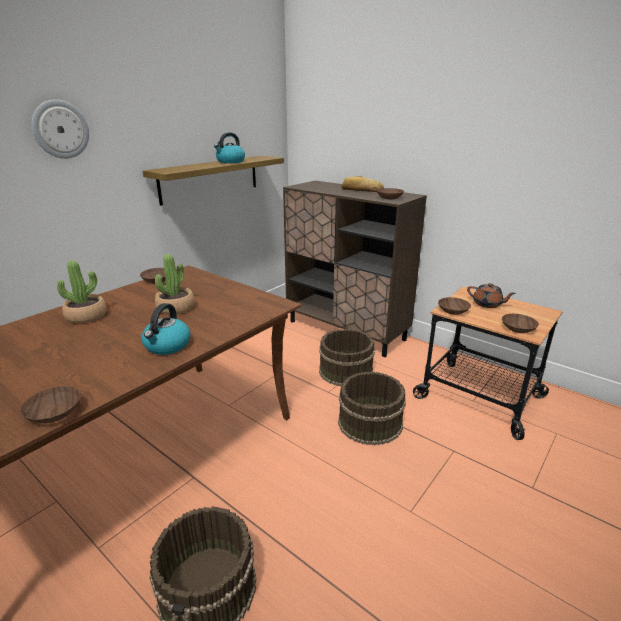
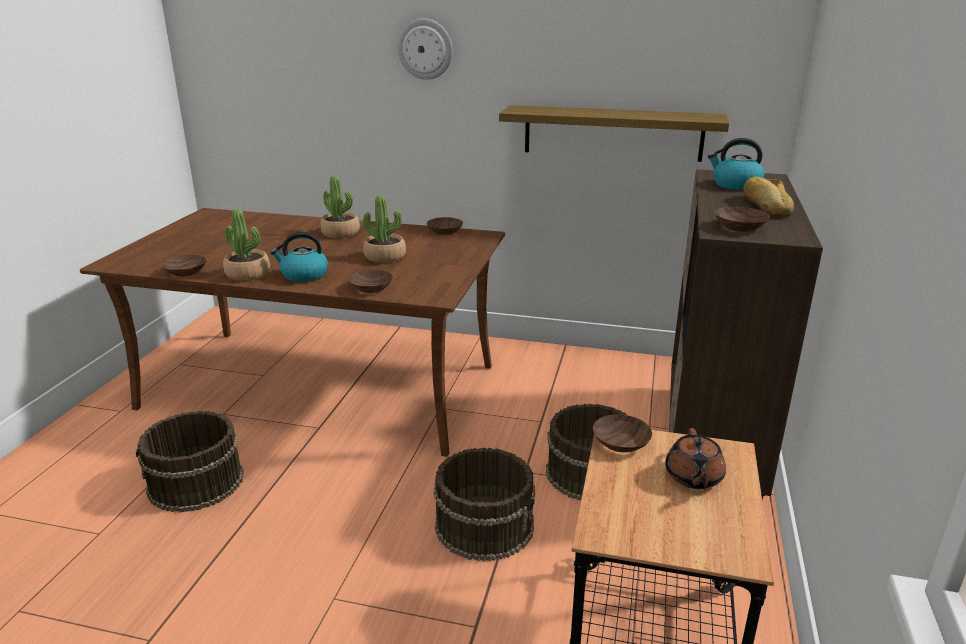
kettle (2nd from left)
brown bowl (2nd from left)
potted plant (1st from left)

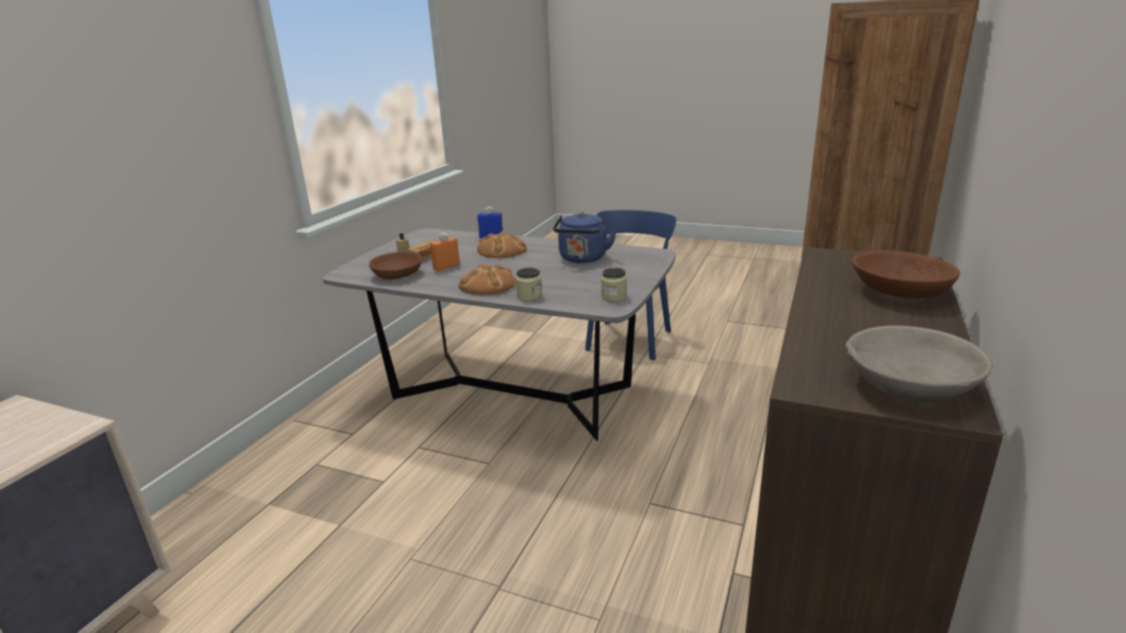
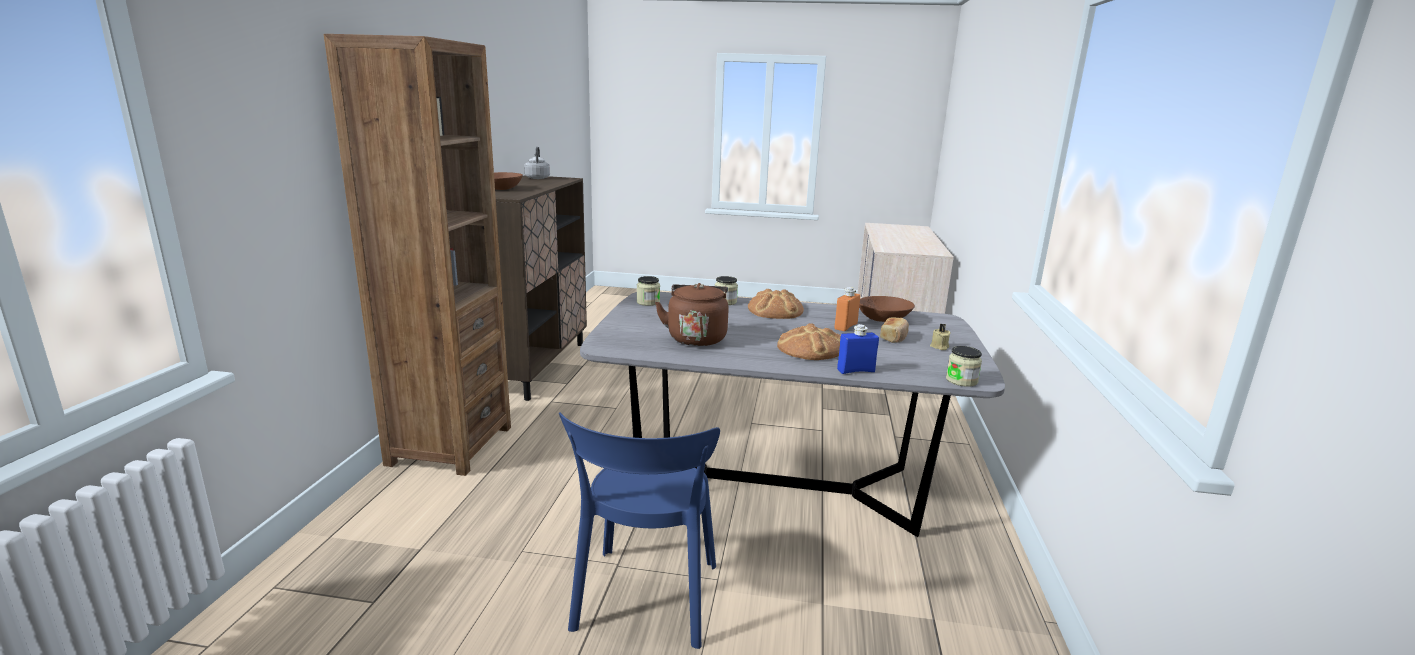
brown kettle
grey kettle
jar (3rd from left)

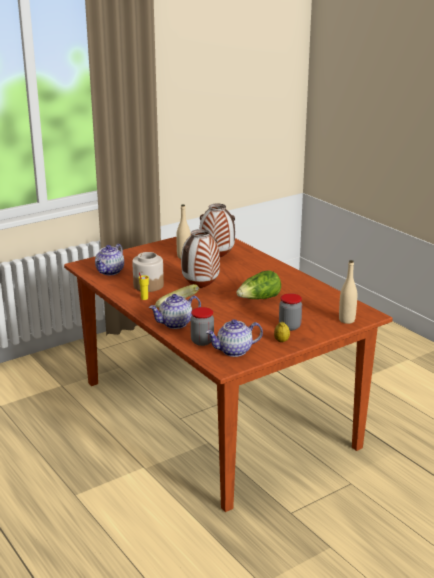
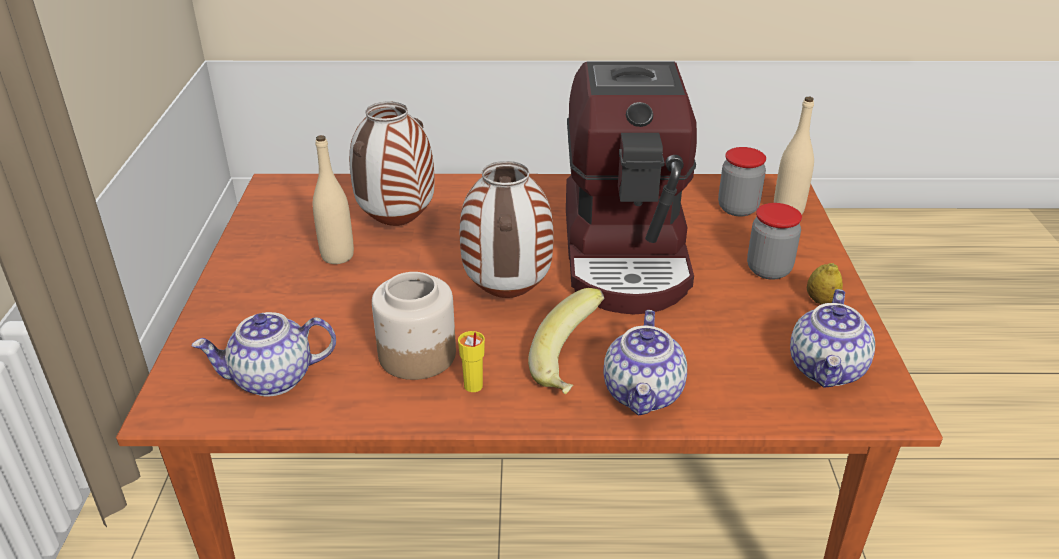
teapot (1st from left)
jar (2nd from left)
coffee machine

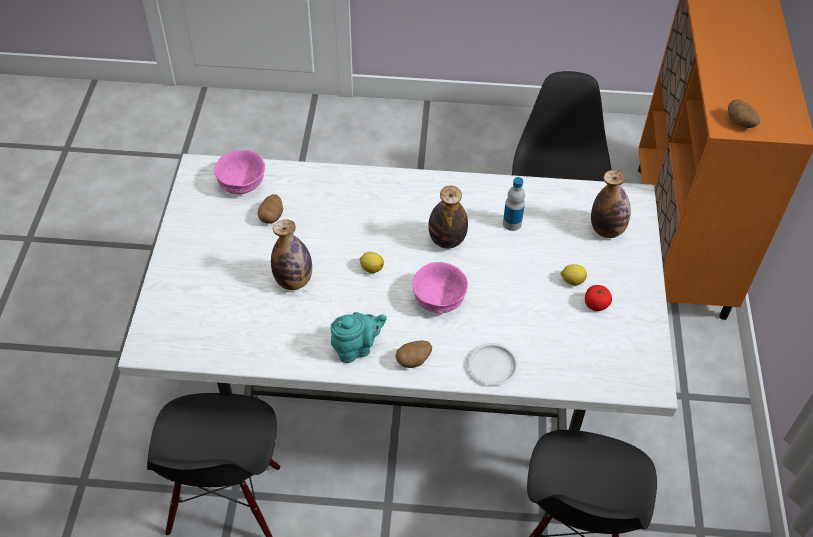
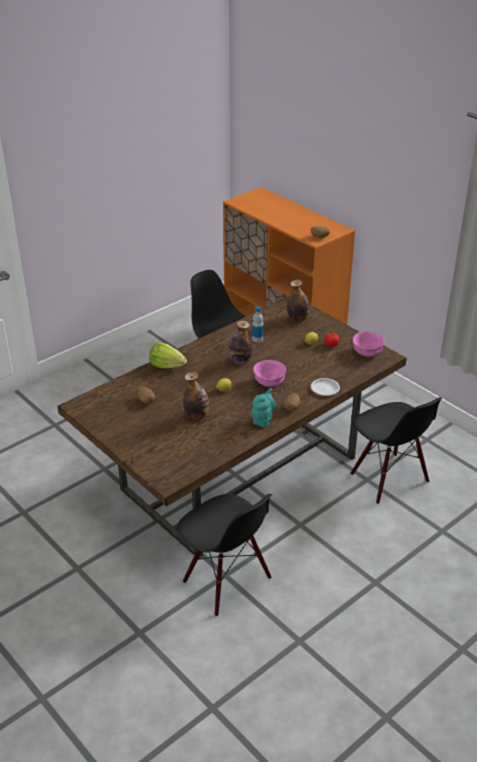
brown dining table
pink bowl (2nd from left)
lettuce

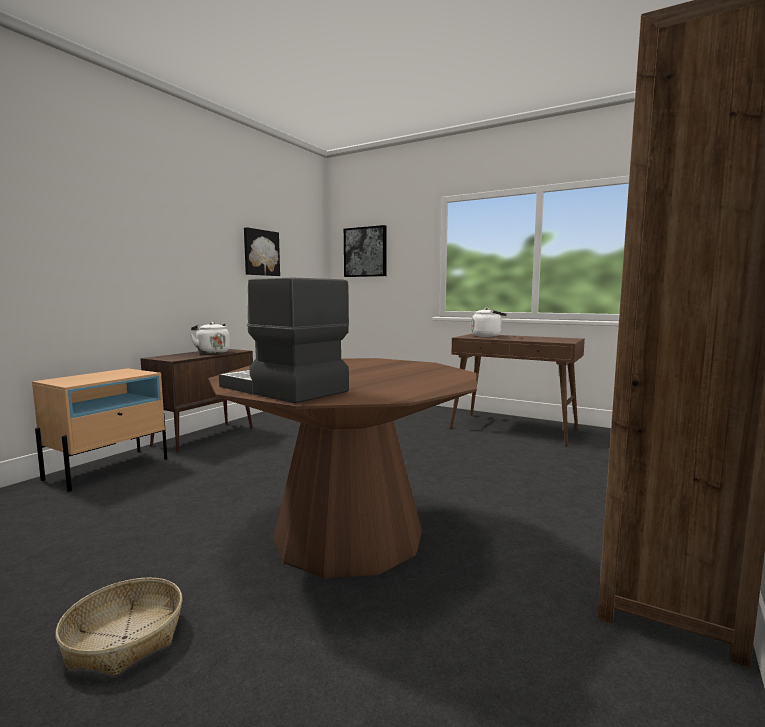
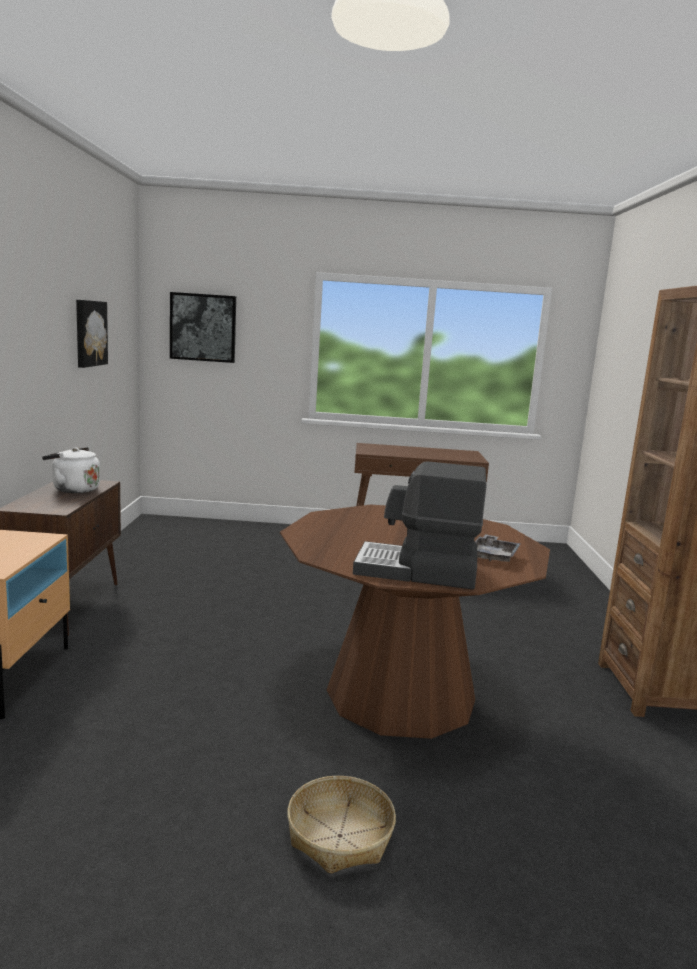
white kettle (2nd from left in the first image)
grey tray

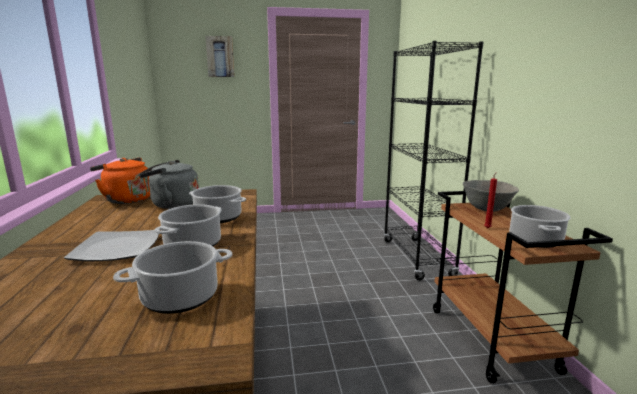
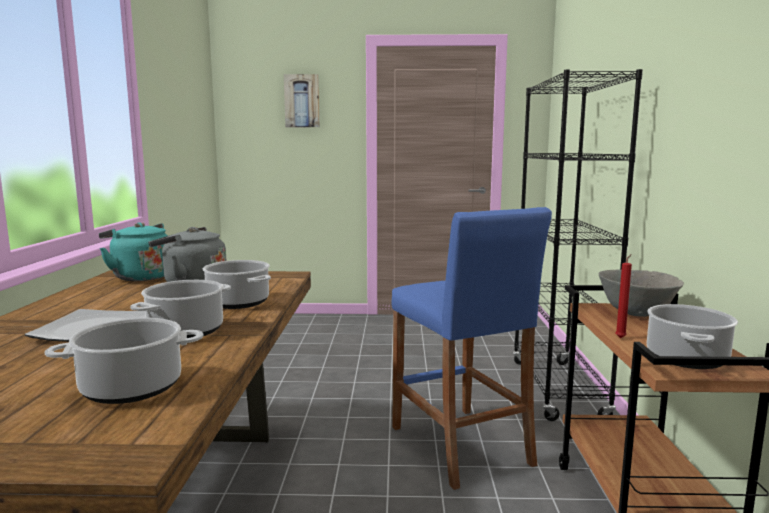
turquoise kettle
blue stool

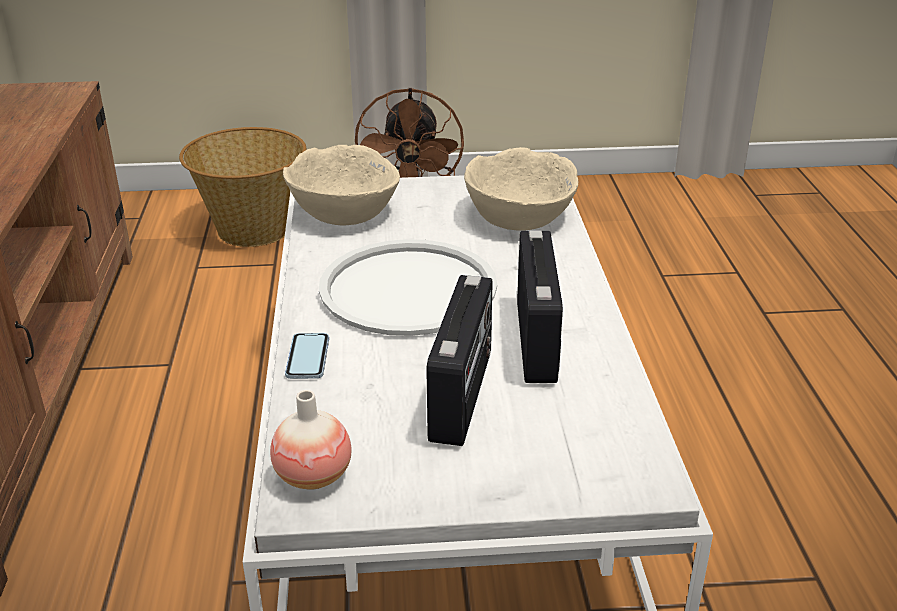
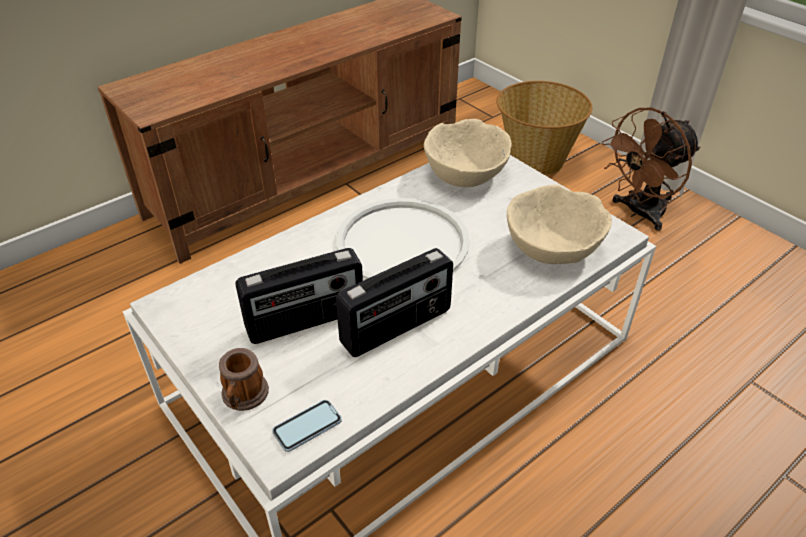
vase
phone
mug

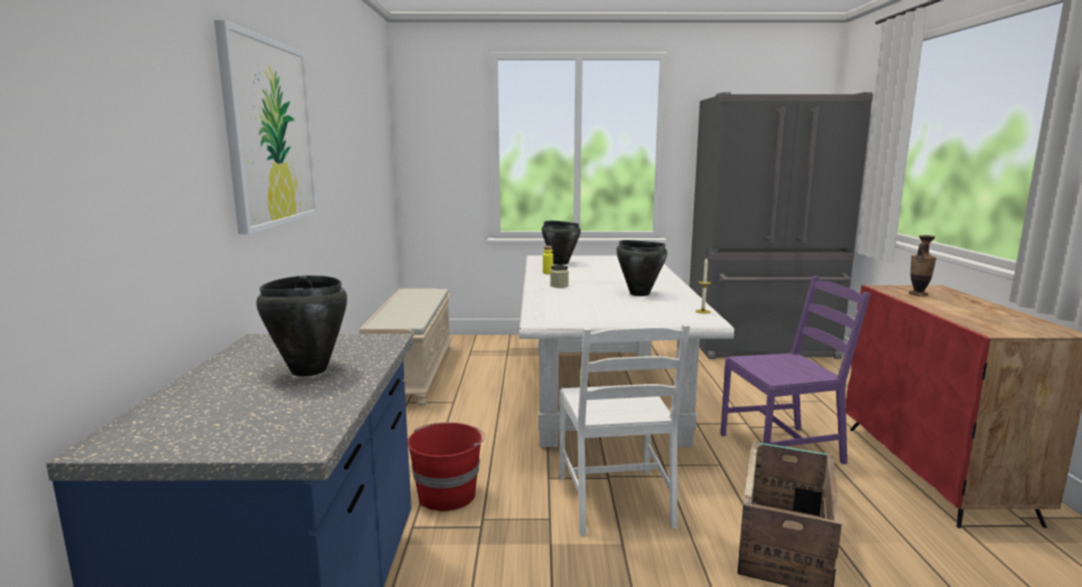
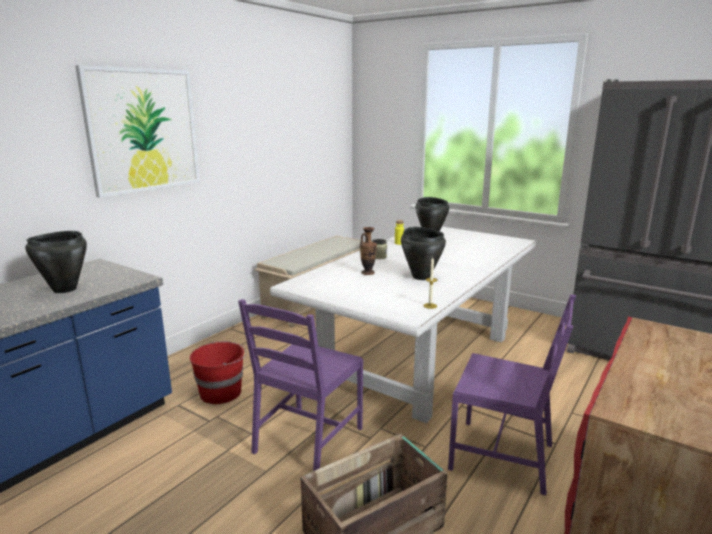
purple chair (1st from left)
vase

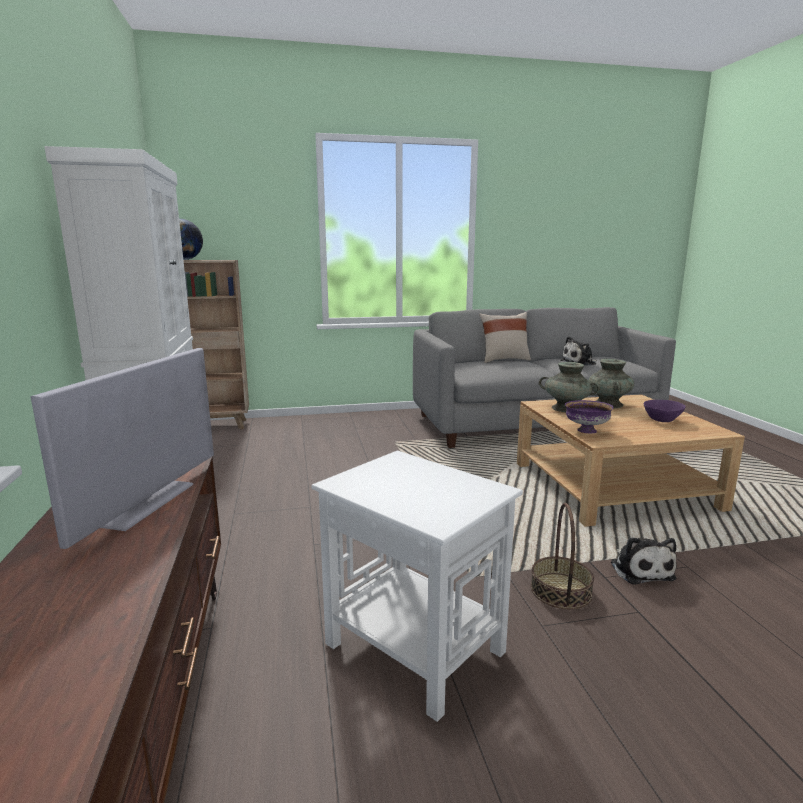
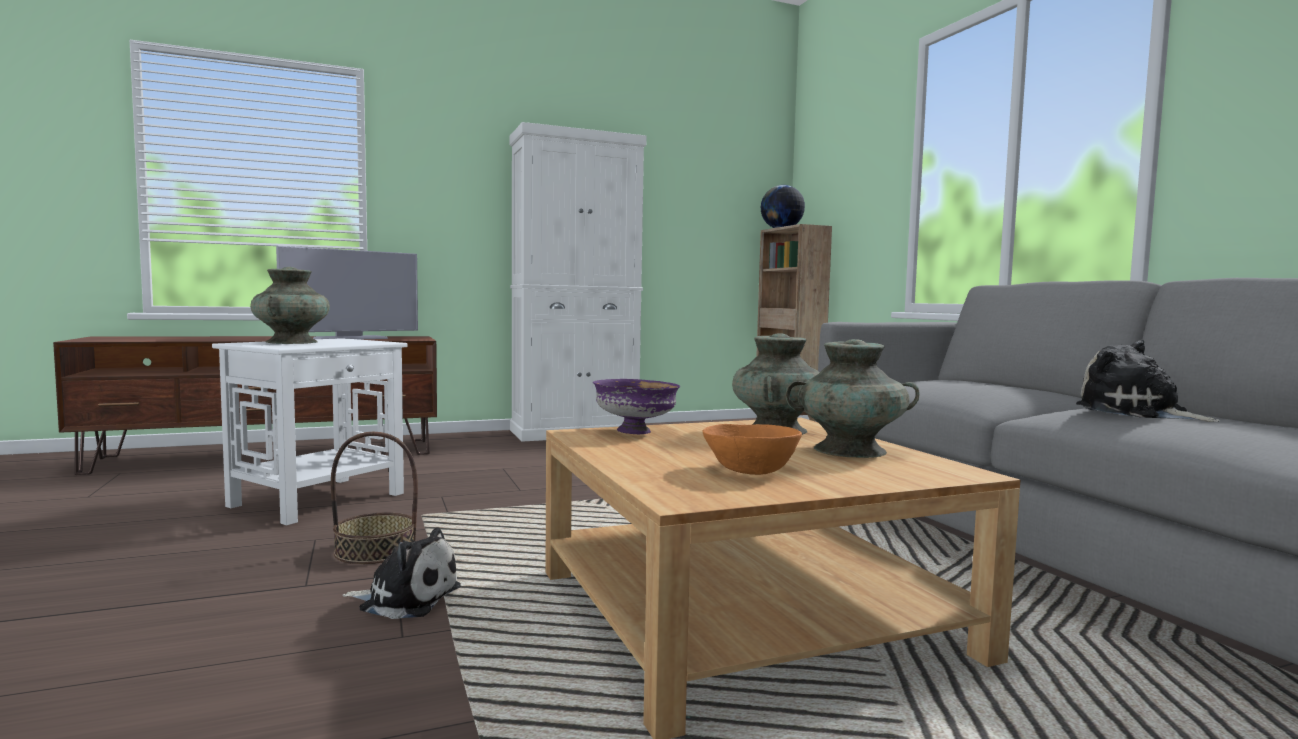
television
beige pillow
plush toy (1st from left)
orange bowl
turquoise vase (1st from left)

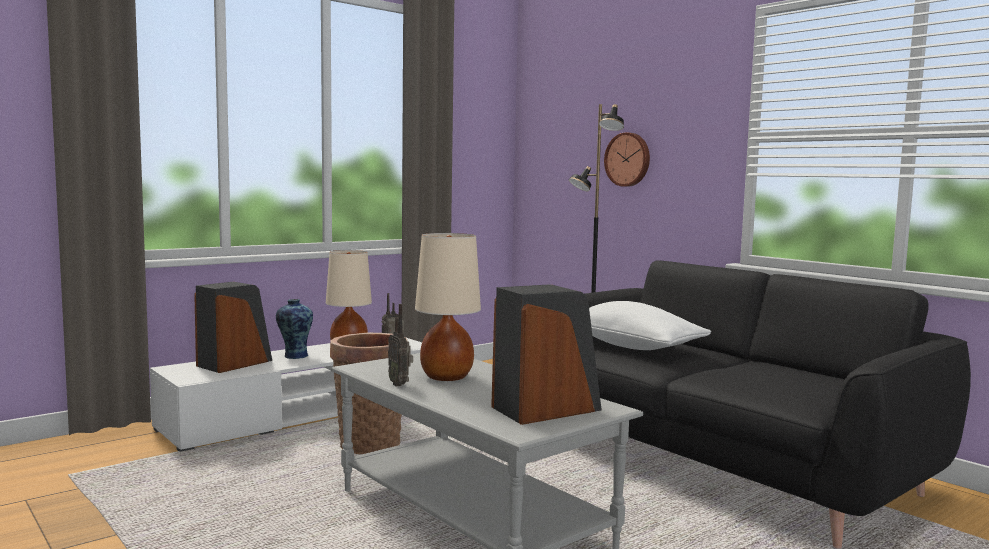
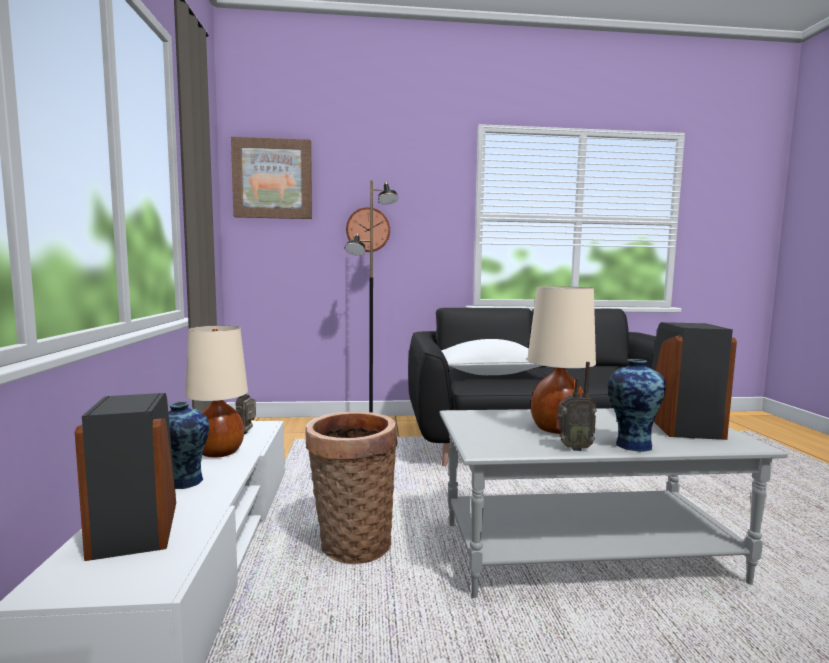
picture
vase (2nd from left)

